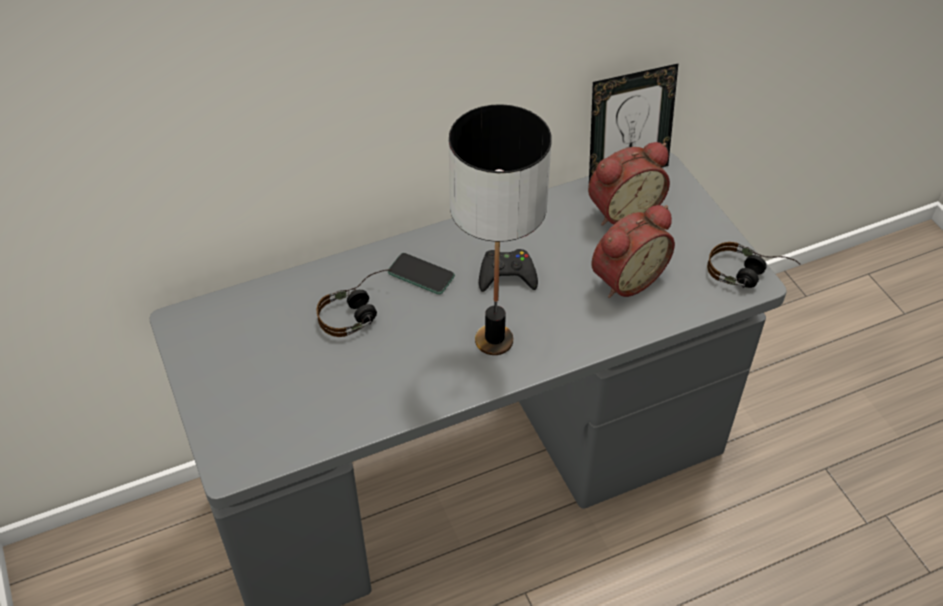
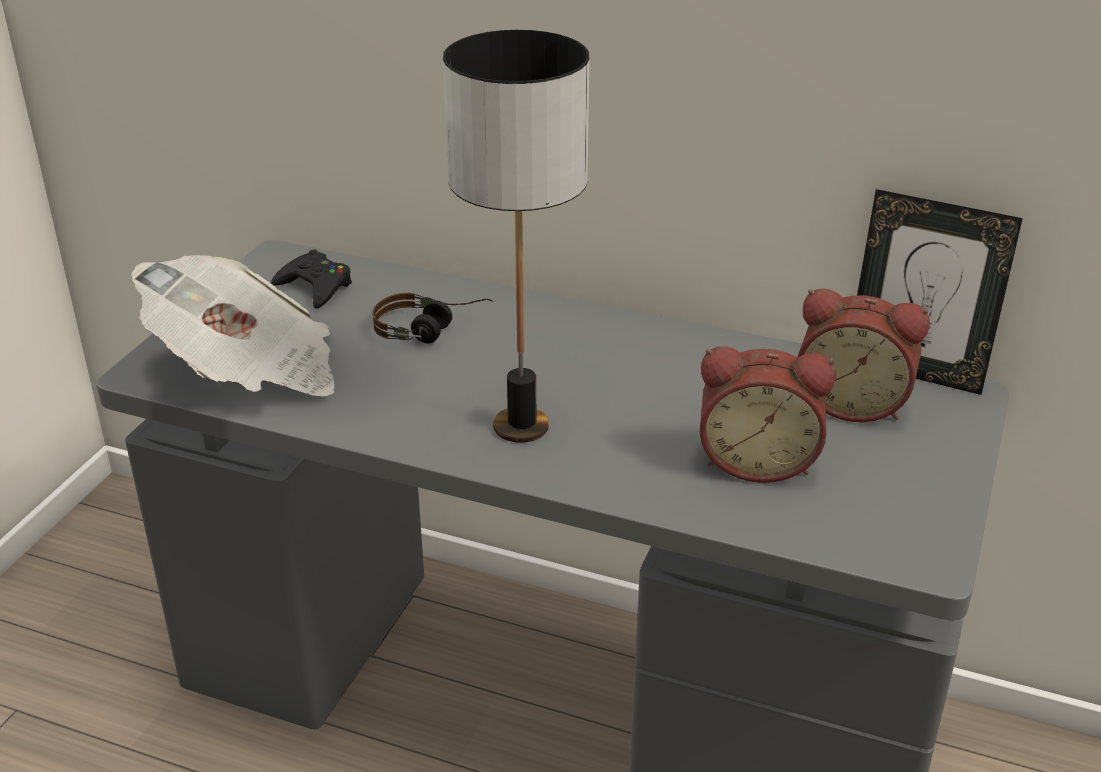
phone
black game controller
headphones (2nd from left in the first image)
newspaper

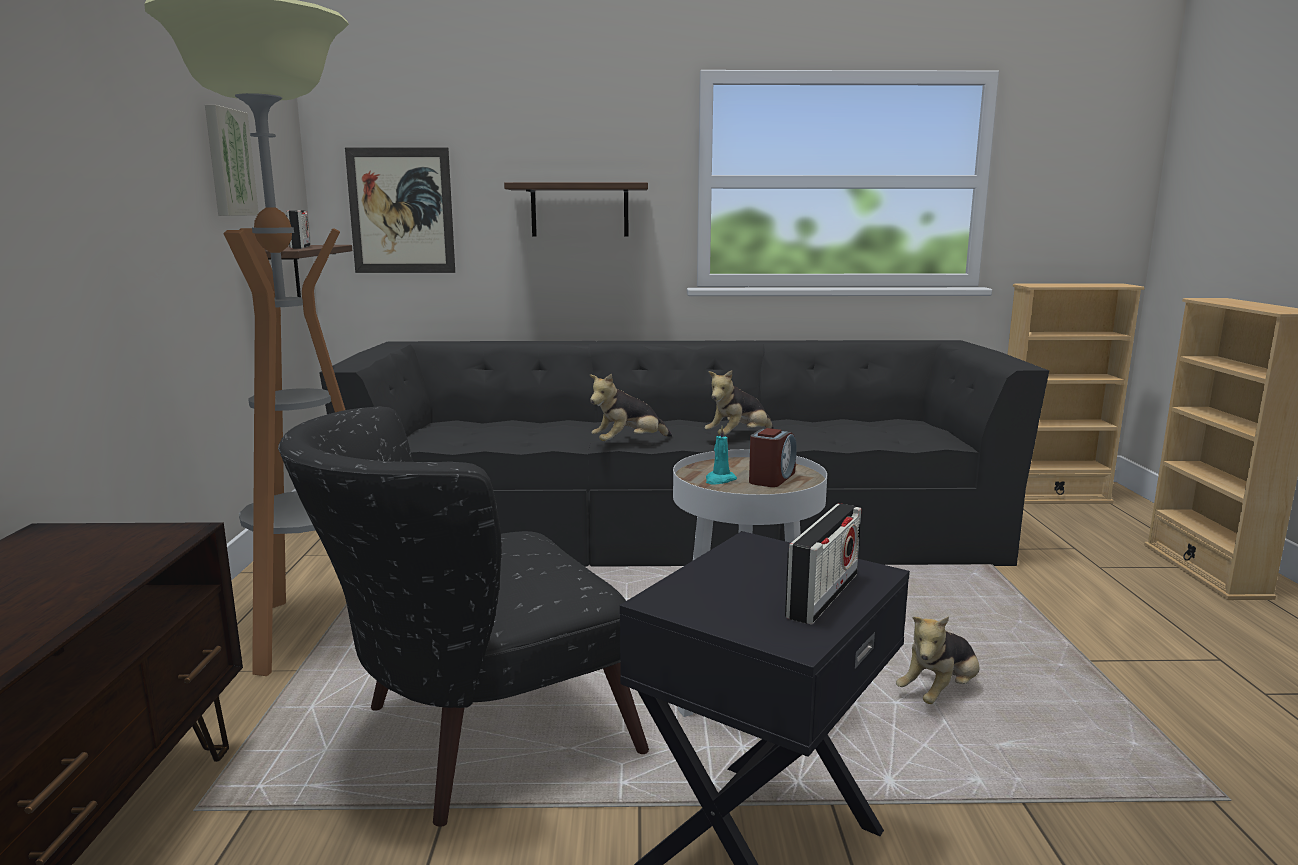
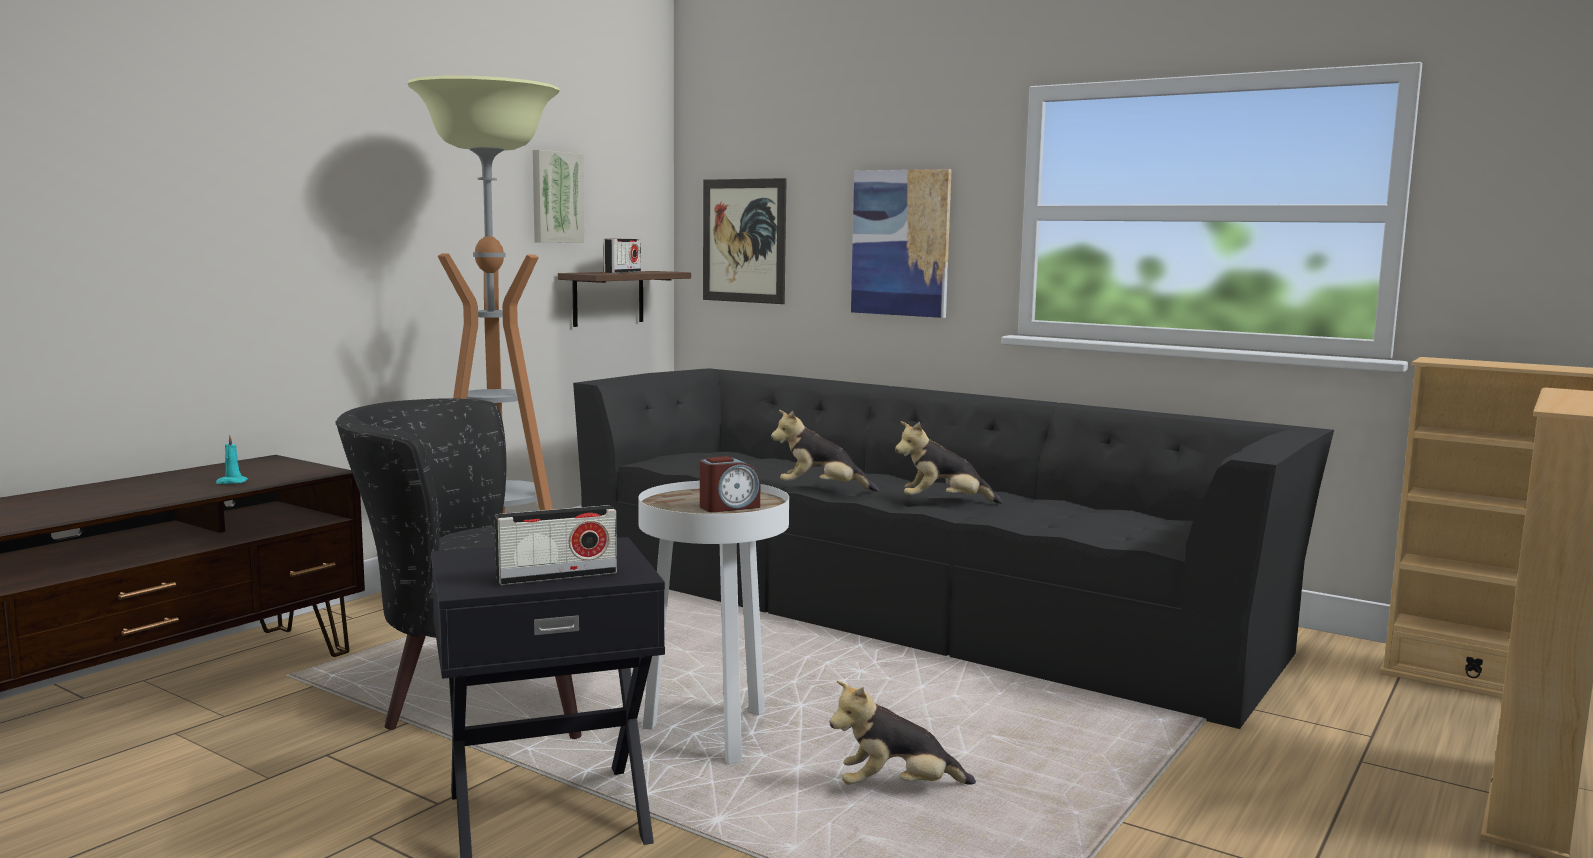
picture (3rd from left)
turquoise candle

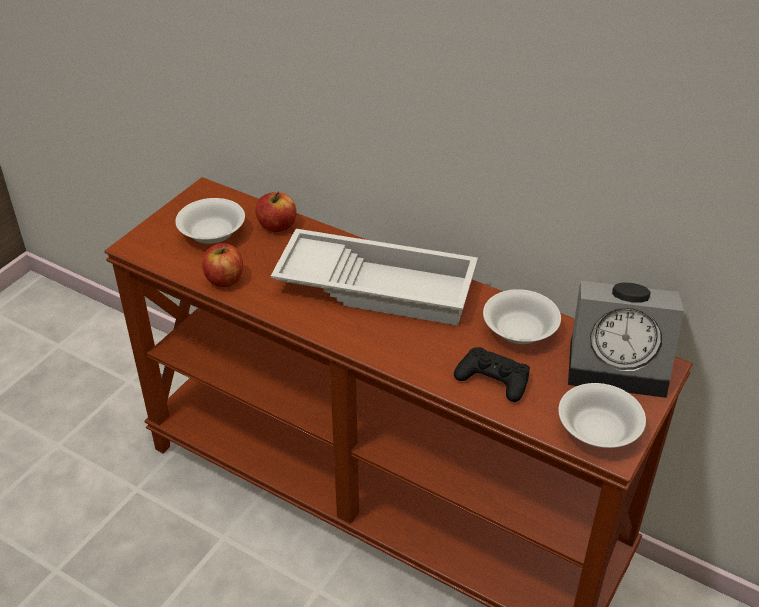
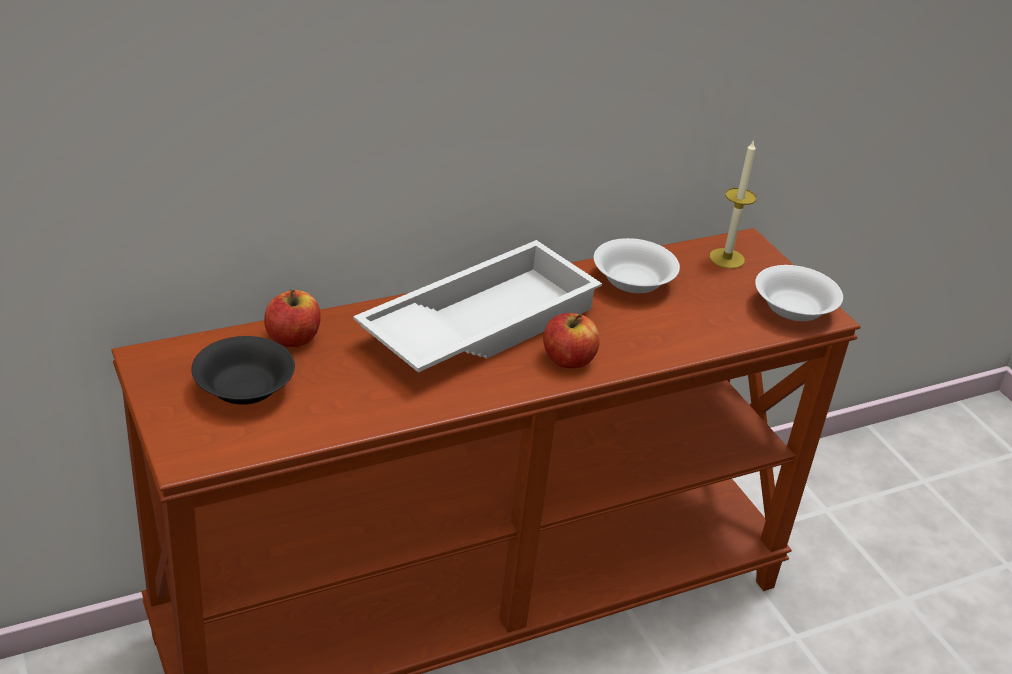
black bowl
apple (2nd from left)
black game controller
candle

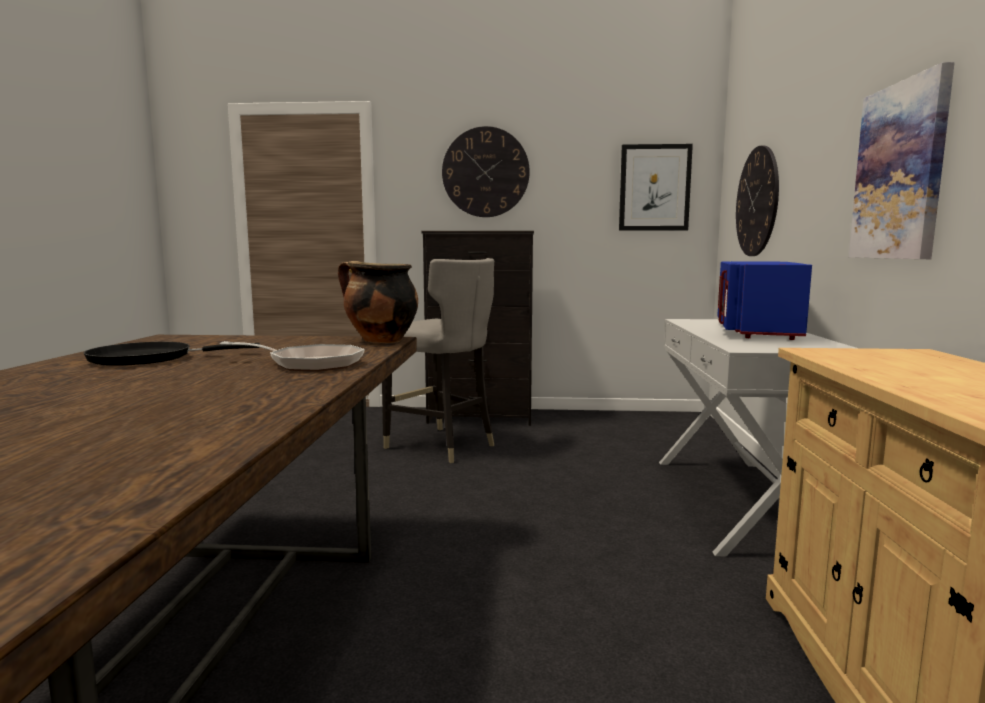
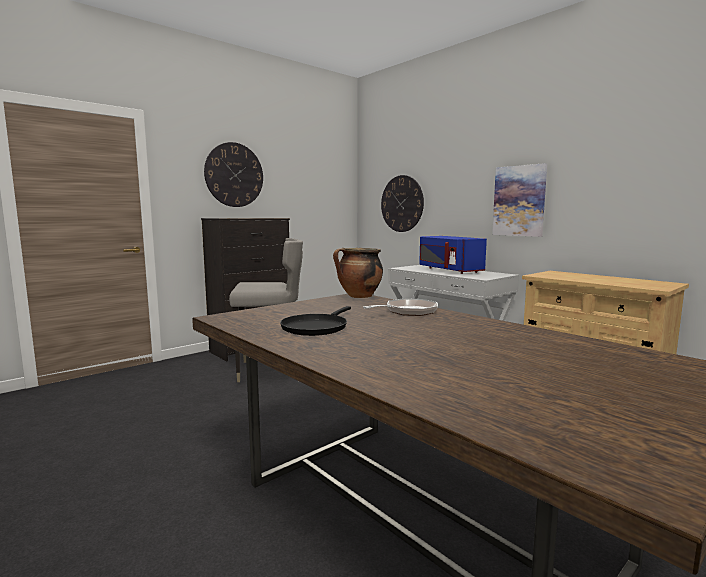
picture (1st from left in the first image)

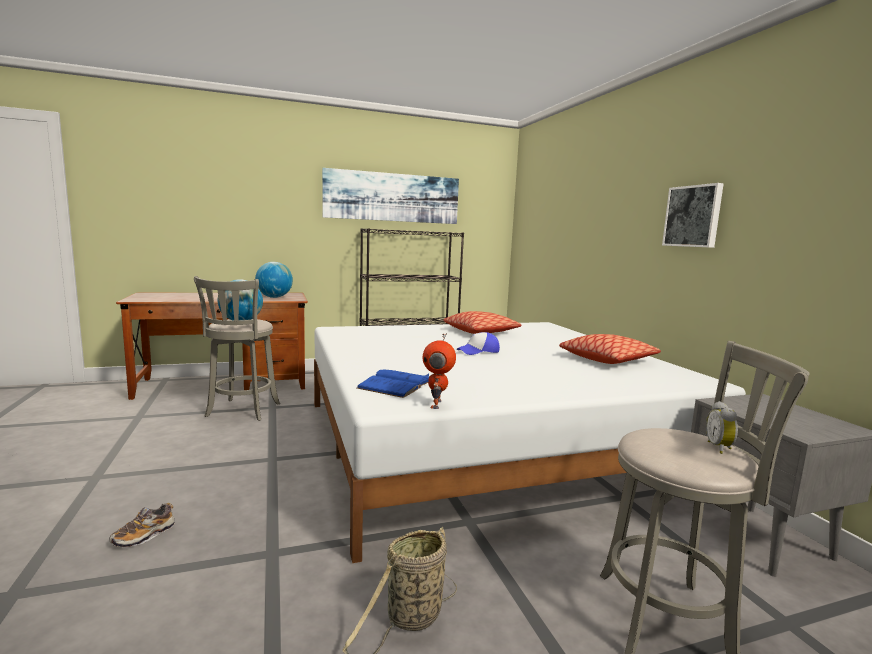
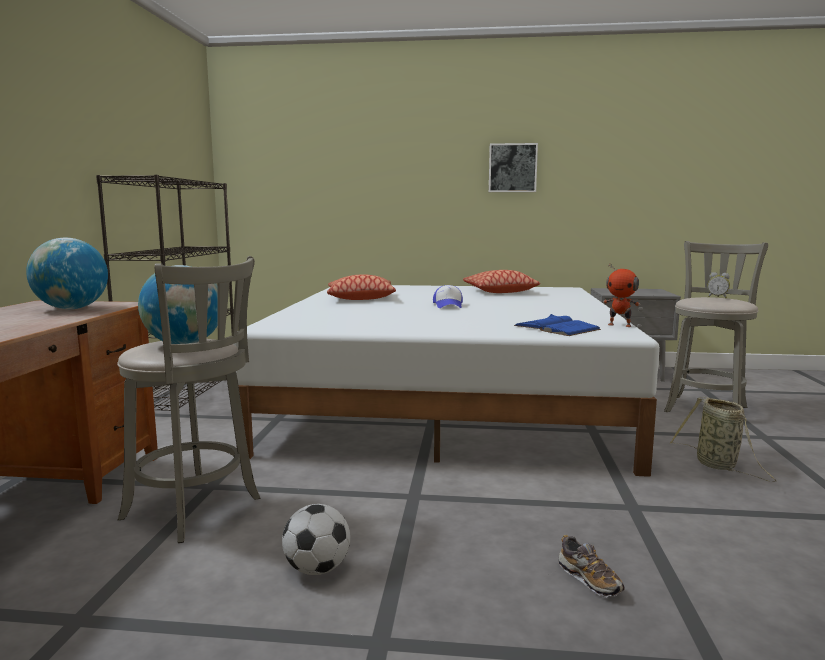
picture (1st from left in the first image)
football

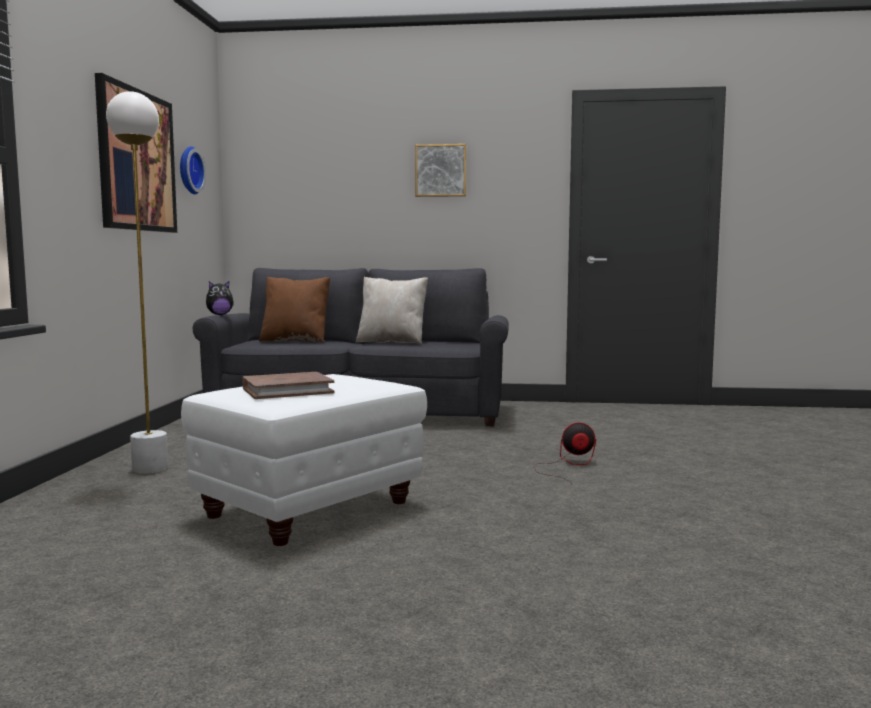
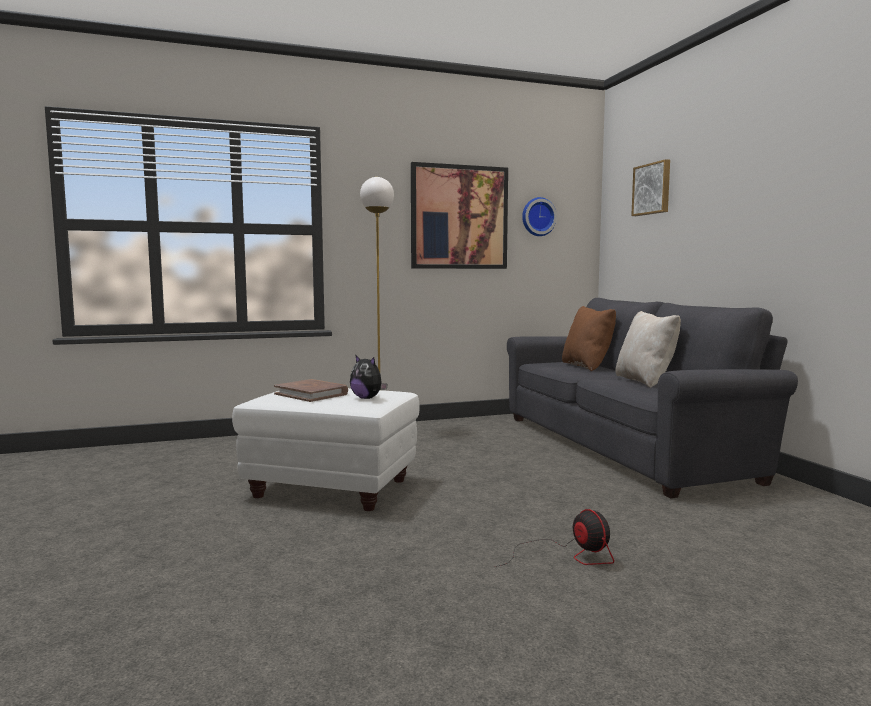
plush toy
picture (2nd from left)

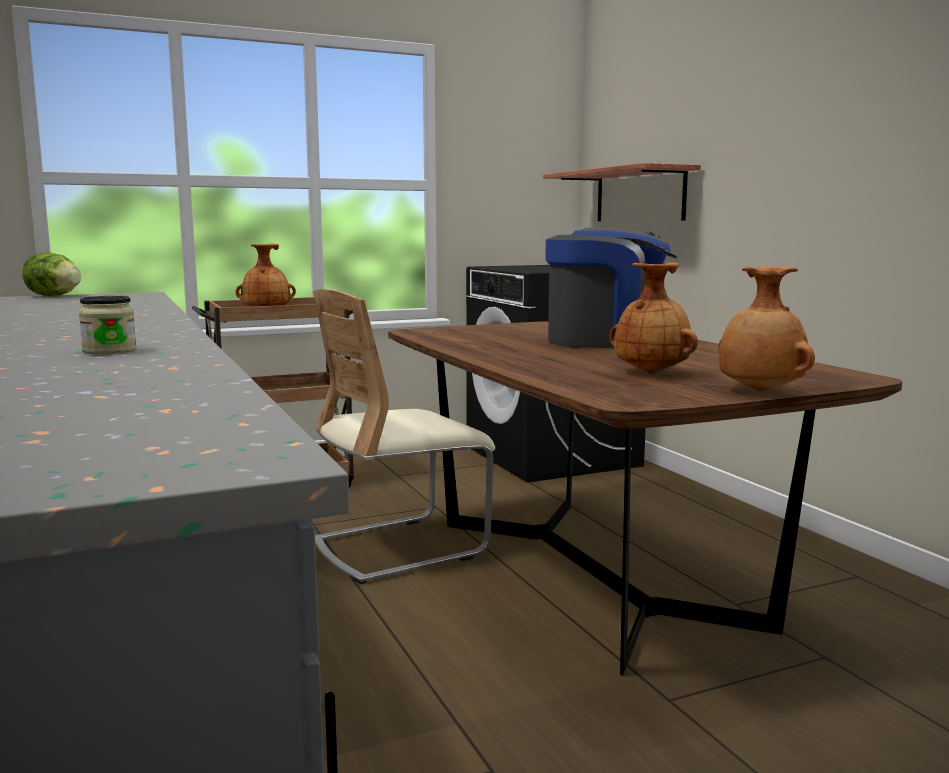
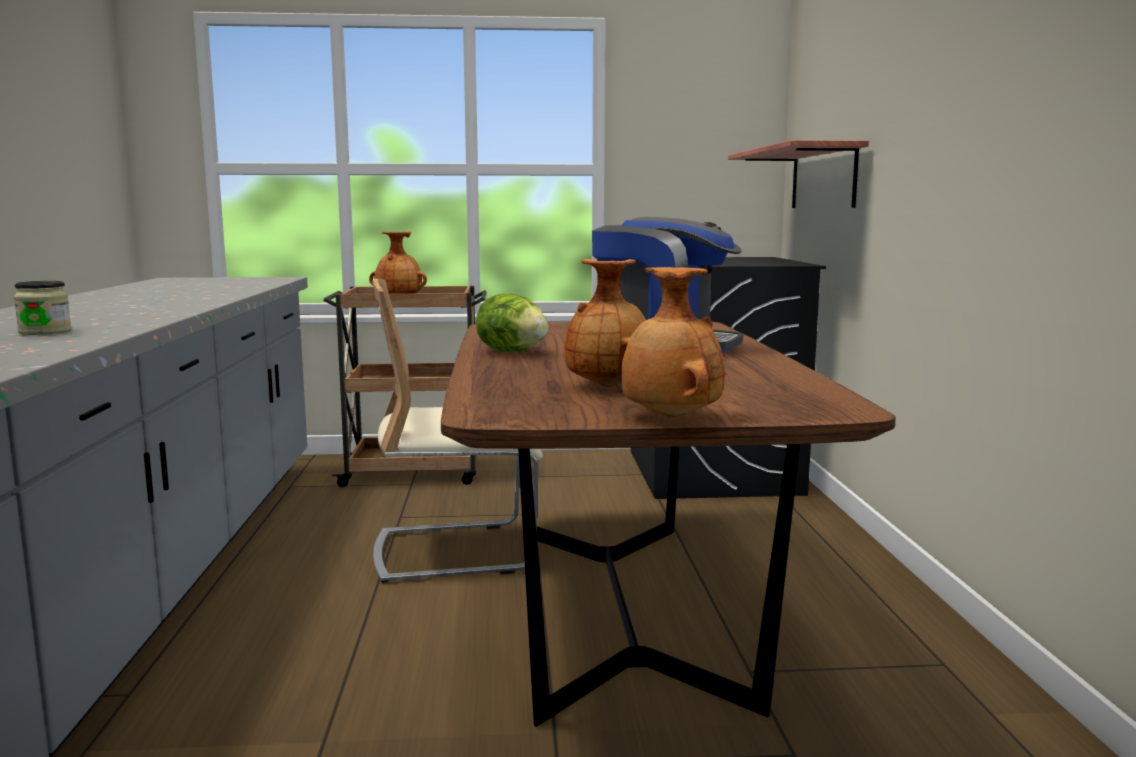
lettuce

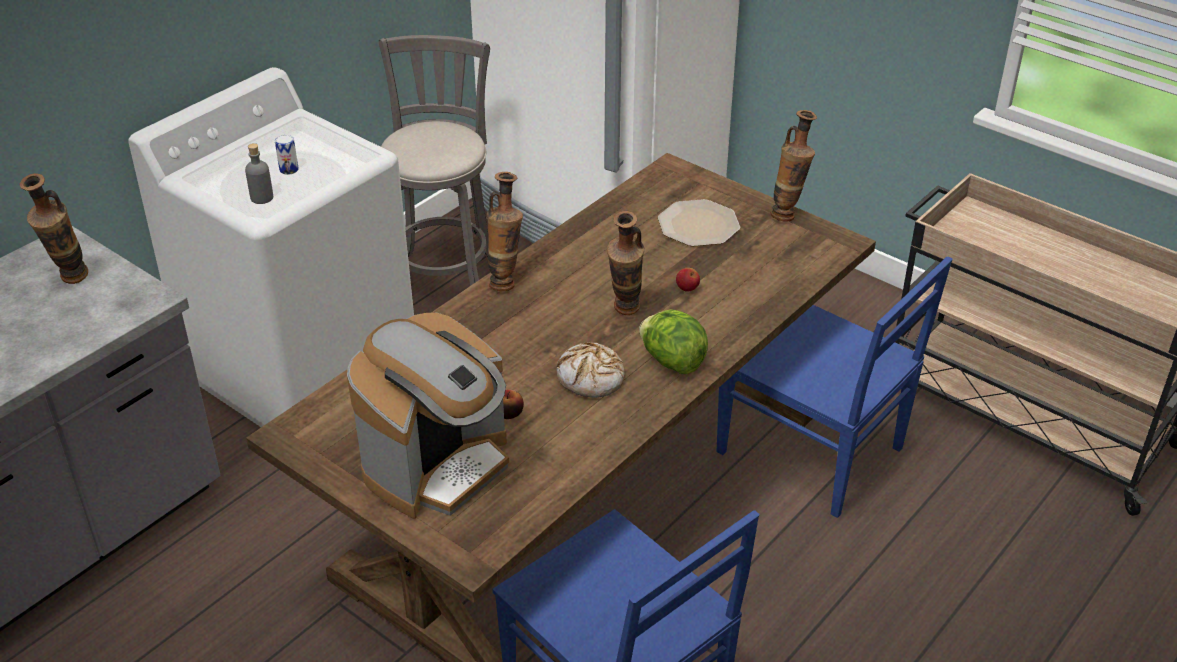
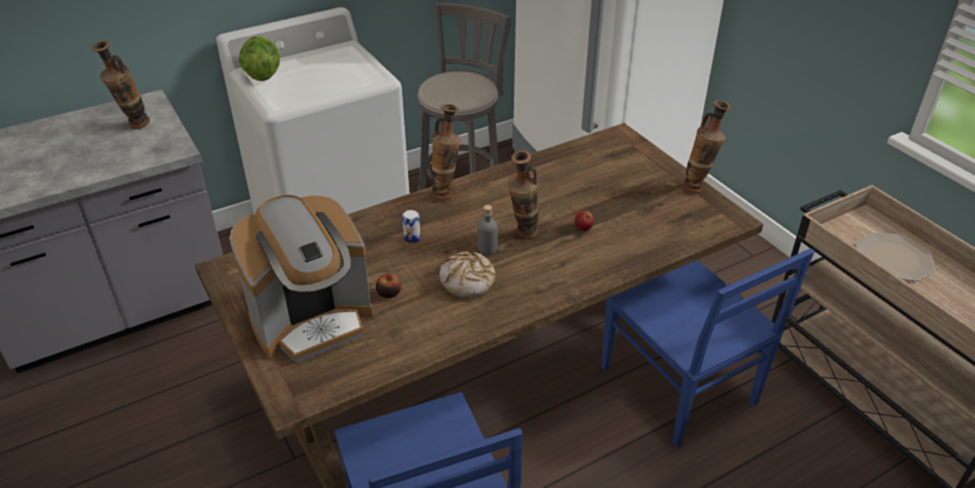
grey bottle
can
lettuce
plate

